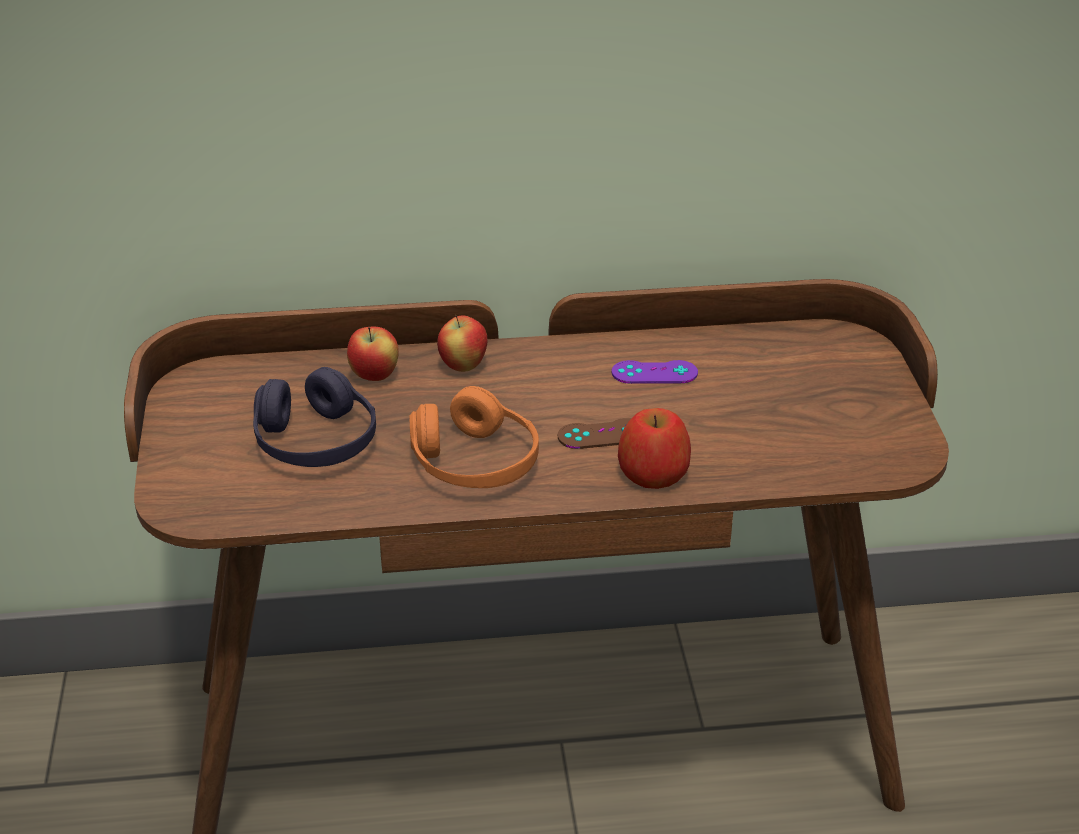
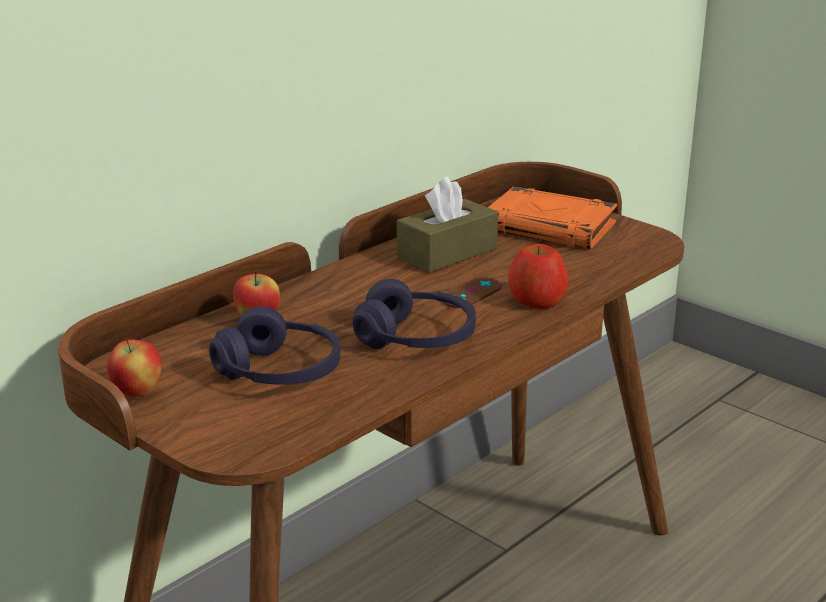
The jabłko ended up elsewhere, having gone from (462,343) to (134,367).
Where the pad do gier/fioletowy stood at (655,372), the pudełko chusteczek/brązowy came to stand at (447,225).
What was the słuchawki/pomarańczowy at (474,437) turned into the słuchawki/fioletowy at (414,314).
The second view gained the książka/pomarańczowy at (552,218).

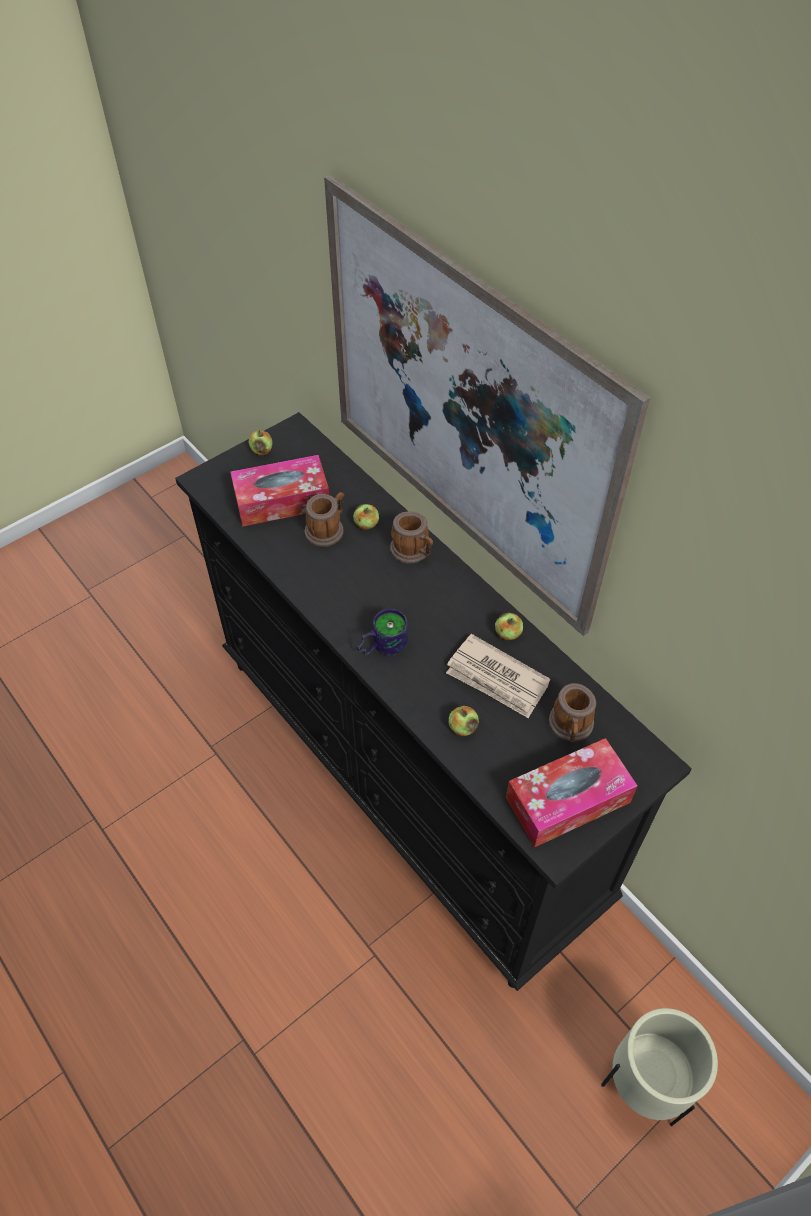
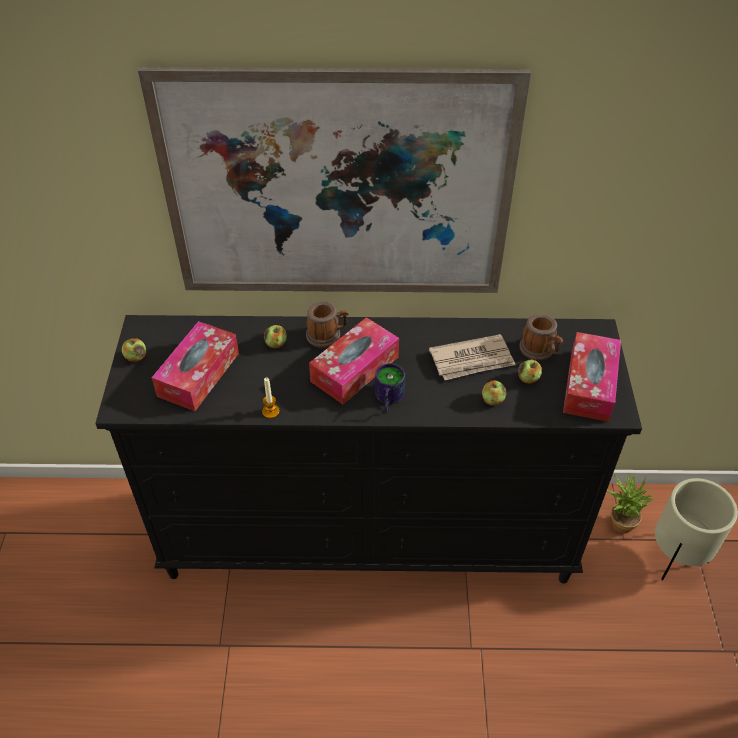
The second view lost the kubek at (324,519).
The jabłko ended up elsewhere, having gone from (509,626) to (530,372).
The second view gained the pudełko chusteczek at (354,360).
The second view gained the świeca at (271,397).
The second view gained the roślina doniczkowa at (629,504).

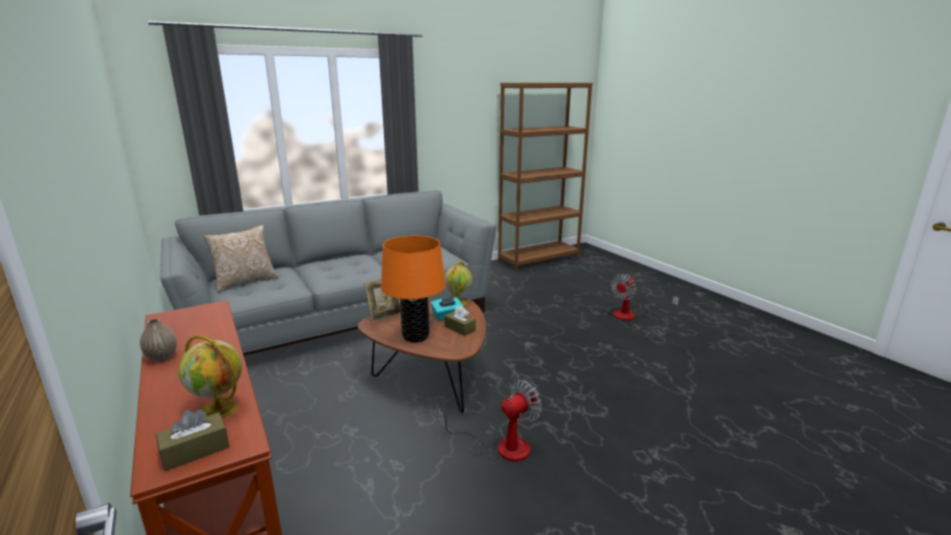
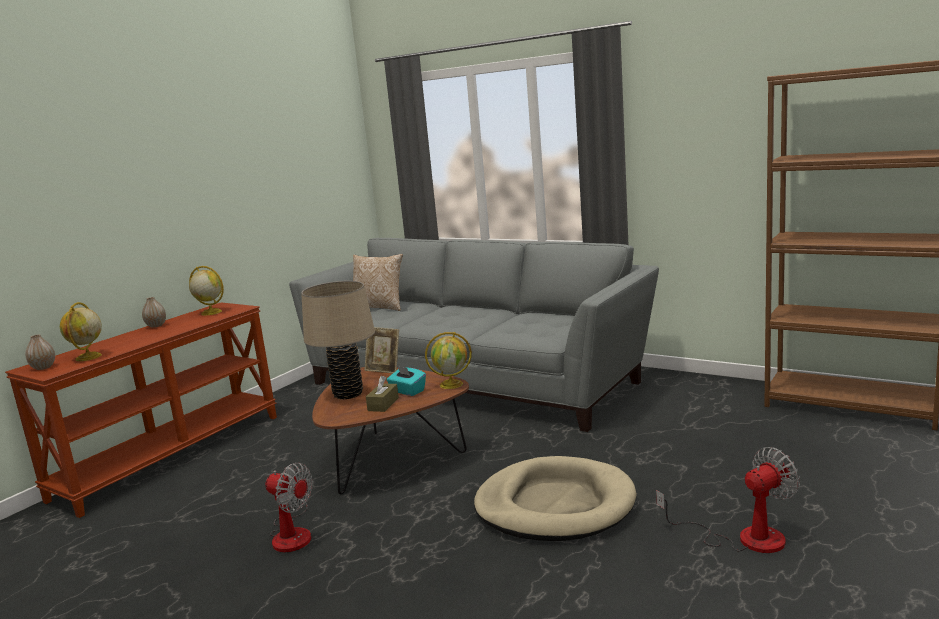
What was the lampa stołowa/pomarańczowy at (413,289) turned into the lampa stołowa/beżowy at (338,340).
The wentylator at (645,297) ended up facing another way, 135 degrees clockwise from before.
Where the pudełko chusteczek/brązowy stood at (193,440), the wazon came to stand at (40,352).
The second view gained the globus at (206,290).
The second view gained the legowisko/beżowy at (555,498).

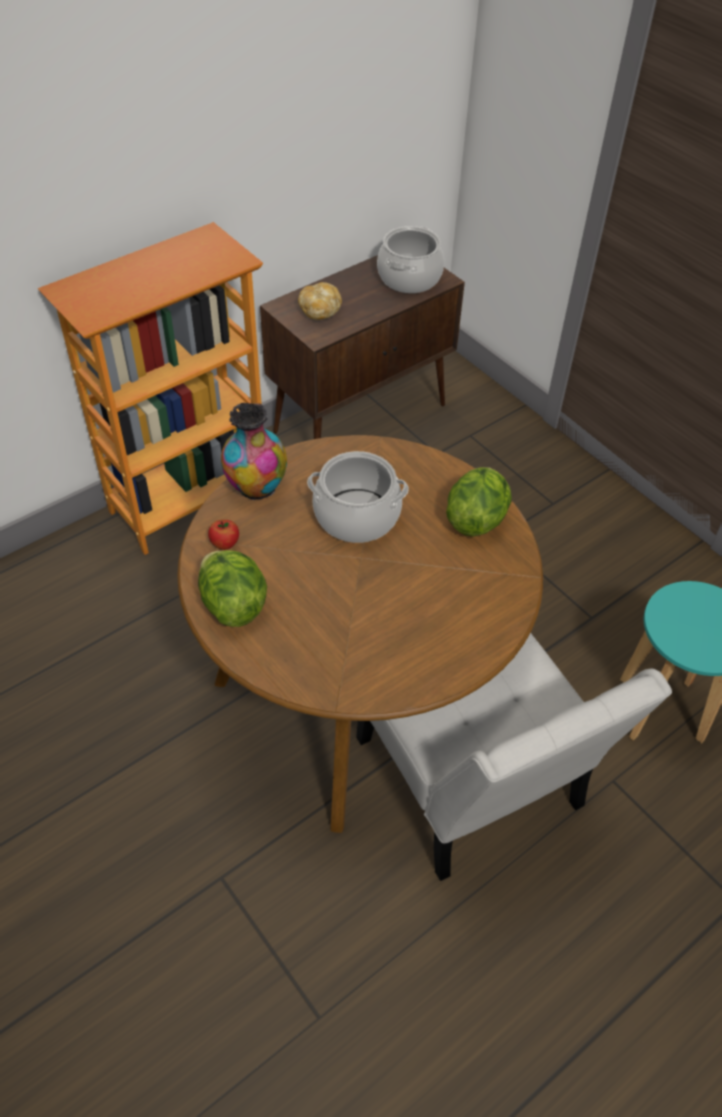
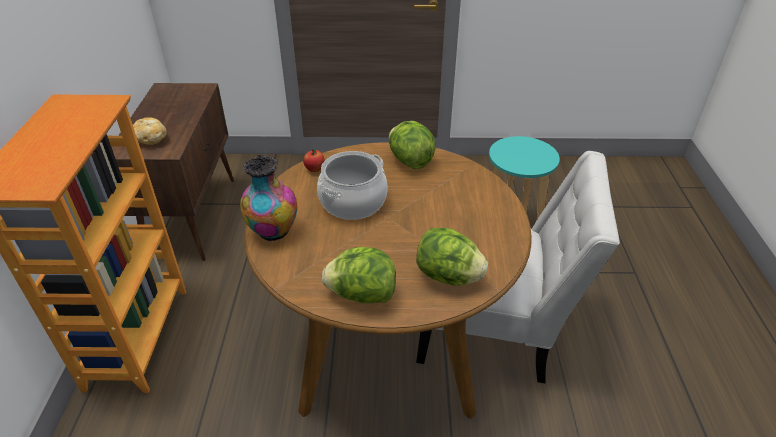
The second view lost the garnek at (410,259).
The jabłko ended up elsewhere, having gone from (223,535) to (313,160).
The second view gained the sałata at (452,257).

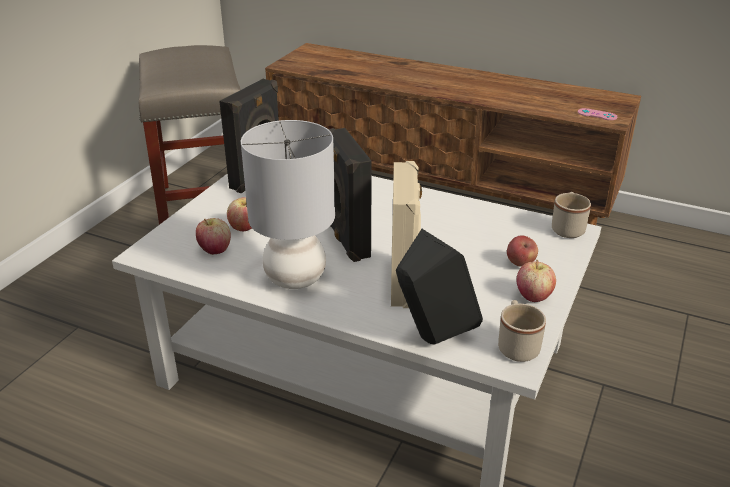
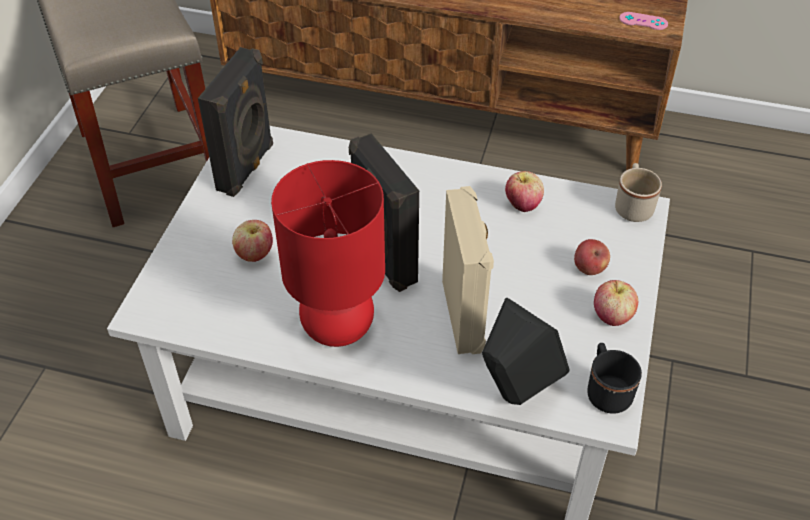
What was the lampa stołowa/szary at (288,204) turned into the lampa stołowa/czerwony at (328,253).
The jabłko ended up elsewhere, having gone from (213,236) to (524,191).
What was the kubek/beżowy at (522,331) turned into the kubek/czarny at (614,378).

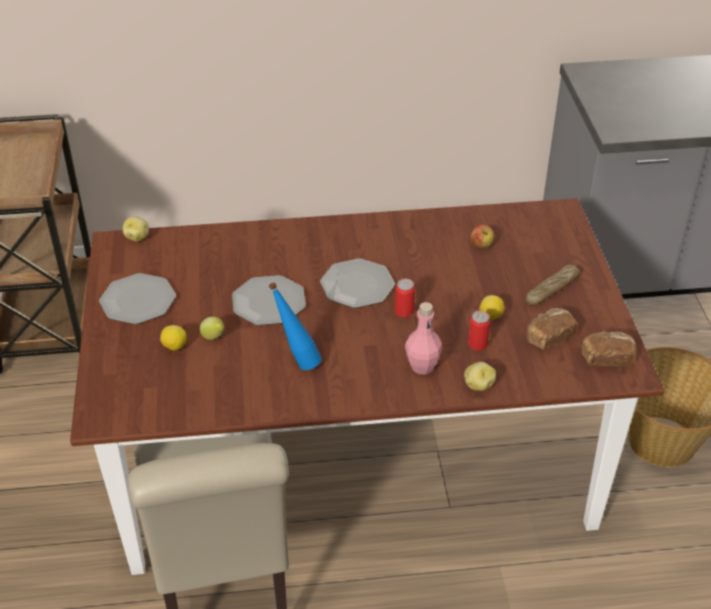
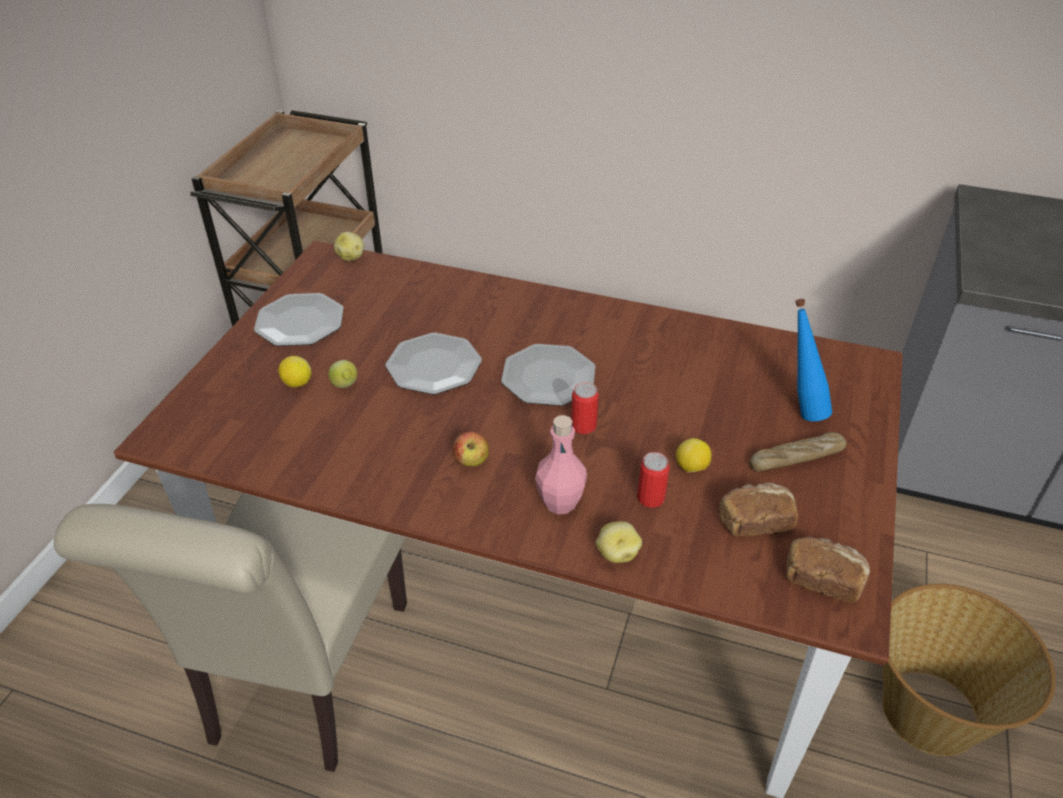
The jabłko ended up elsewhere, having gone from (482,236) to (471,449).
The butelka/niebieski ended up elsewhere, having gone from (295,326) to (813,360).

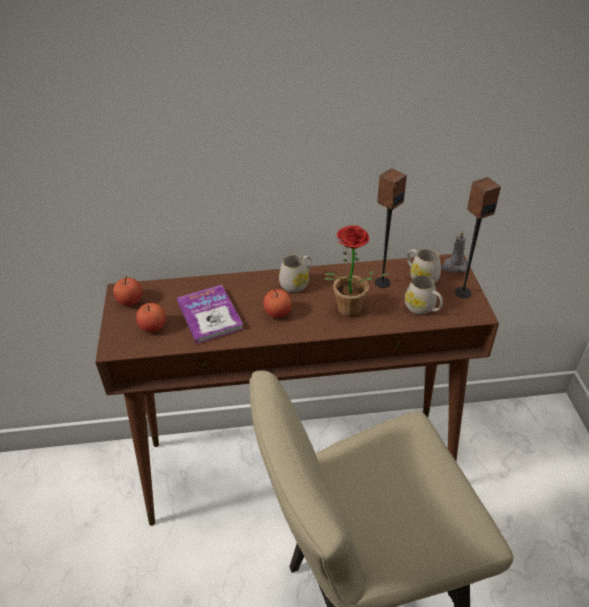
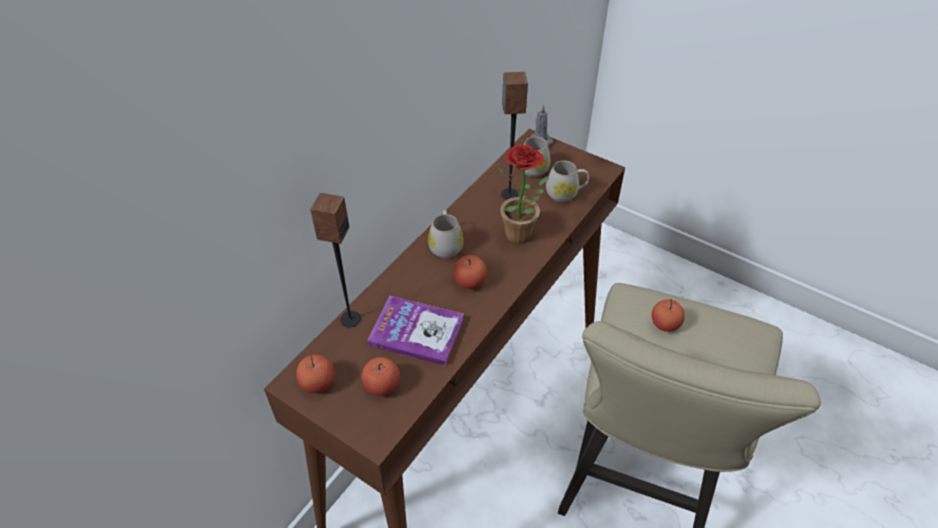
The głośnik ended up elsewhere, having gone from (478,237) to (335,260).
The second view gained the jabłko at (668,315).

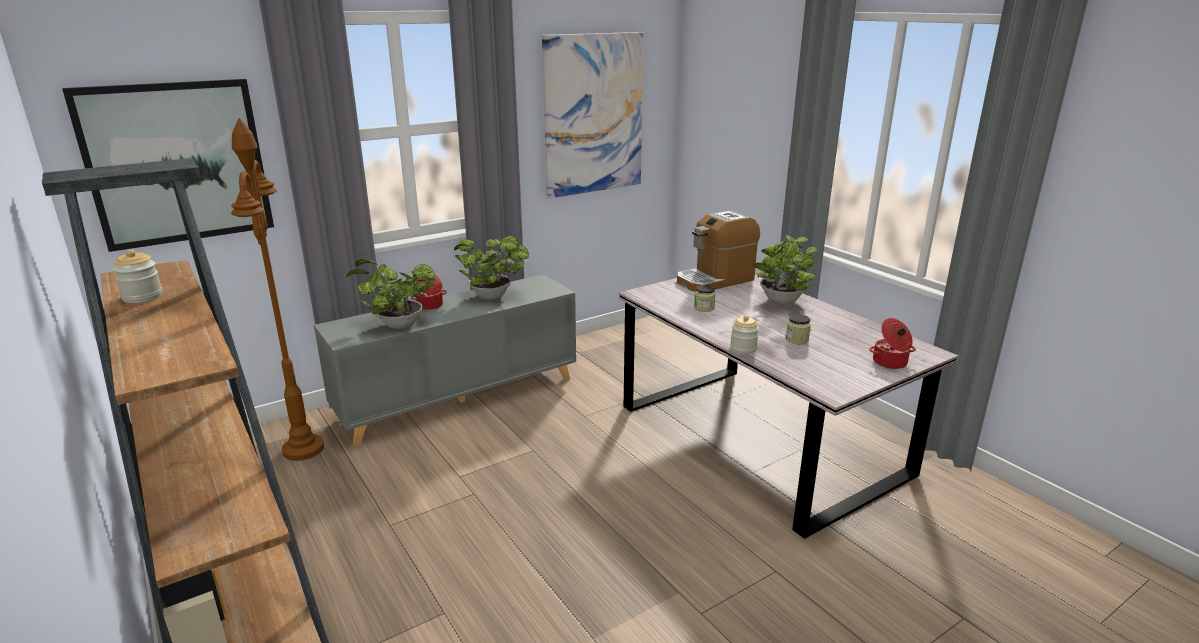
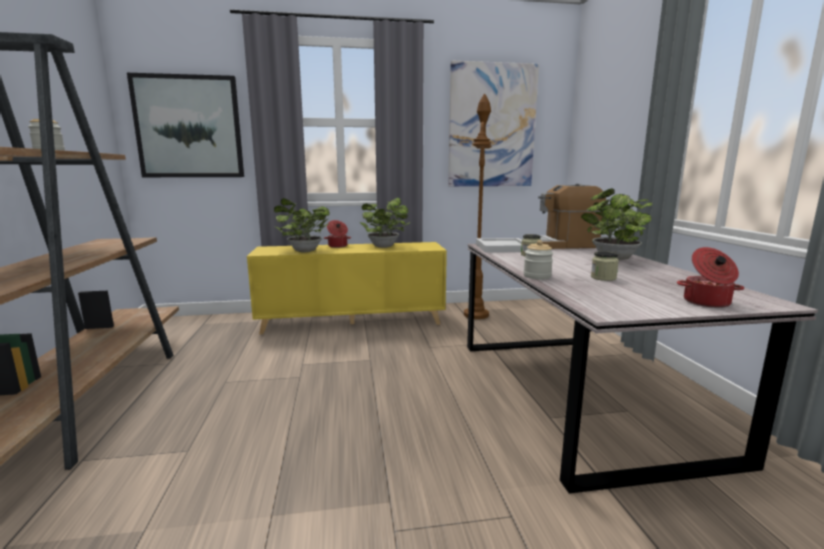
The lampa stojąca/brązowy ended up elsewhere, having gone from (277,289) to (478,206).
What was the szafka/szary at (445,360) turned into the szafka/żółty at (347,288).
The second view gained the taca/biały at (499,245).

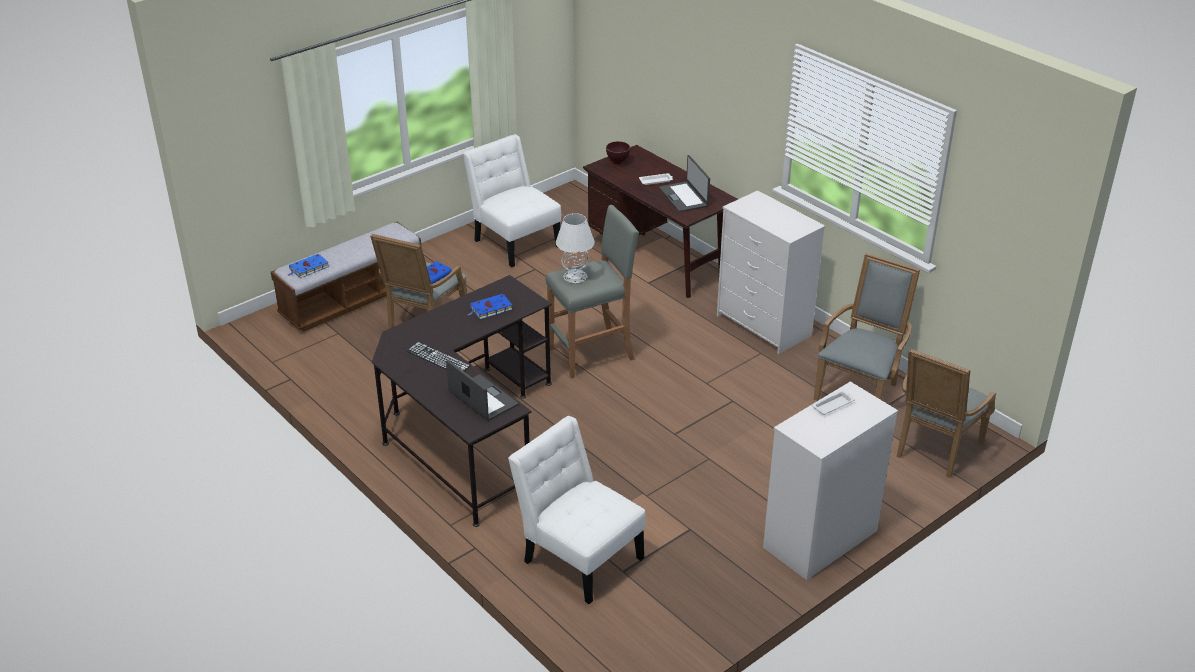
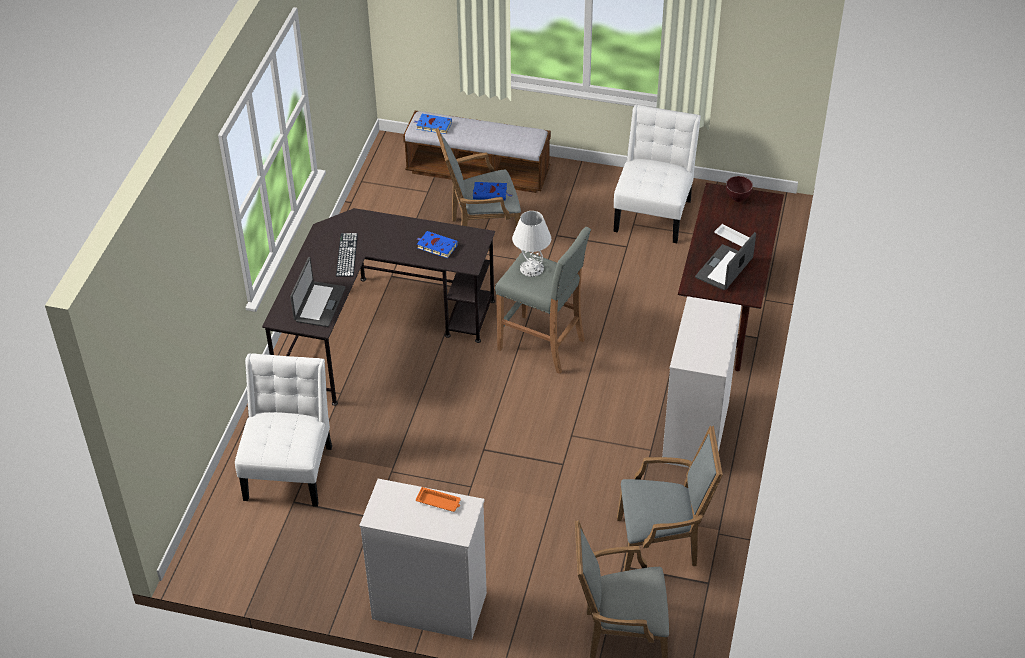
What was the taca/biały at (833,403) turned into the taca/pomarańczowy at (438,499).

